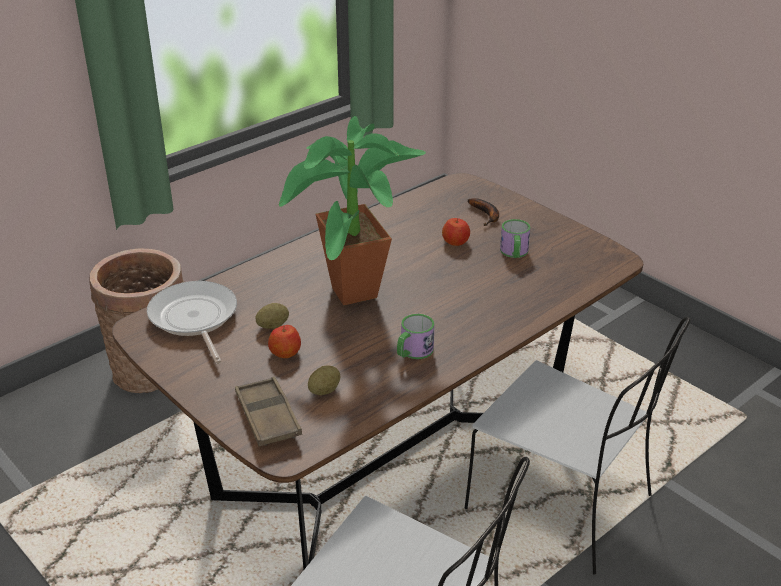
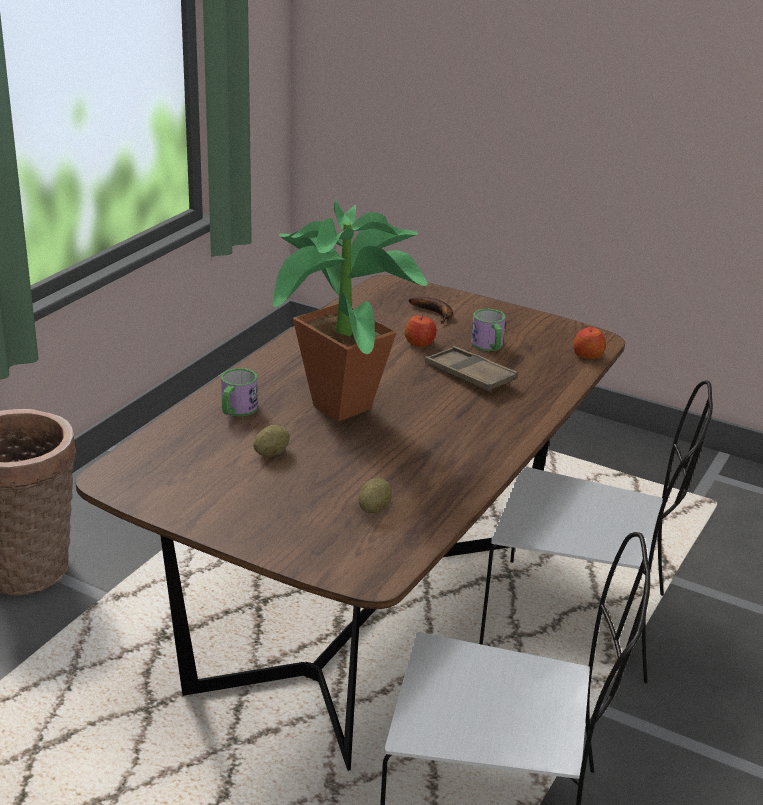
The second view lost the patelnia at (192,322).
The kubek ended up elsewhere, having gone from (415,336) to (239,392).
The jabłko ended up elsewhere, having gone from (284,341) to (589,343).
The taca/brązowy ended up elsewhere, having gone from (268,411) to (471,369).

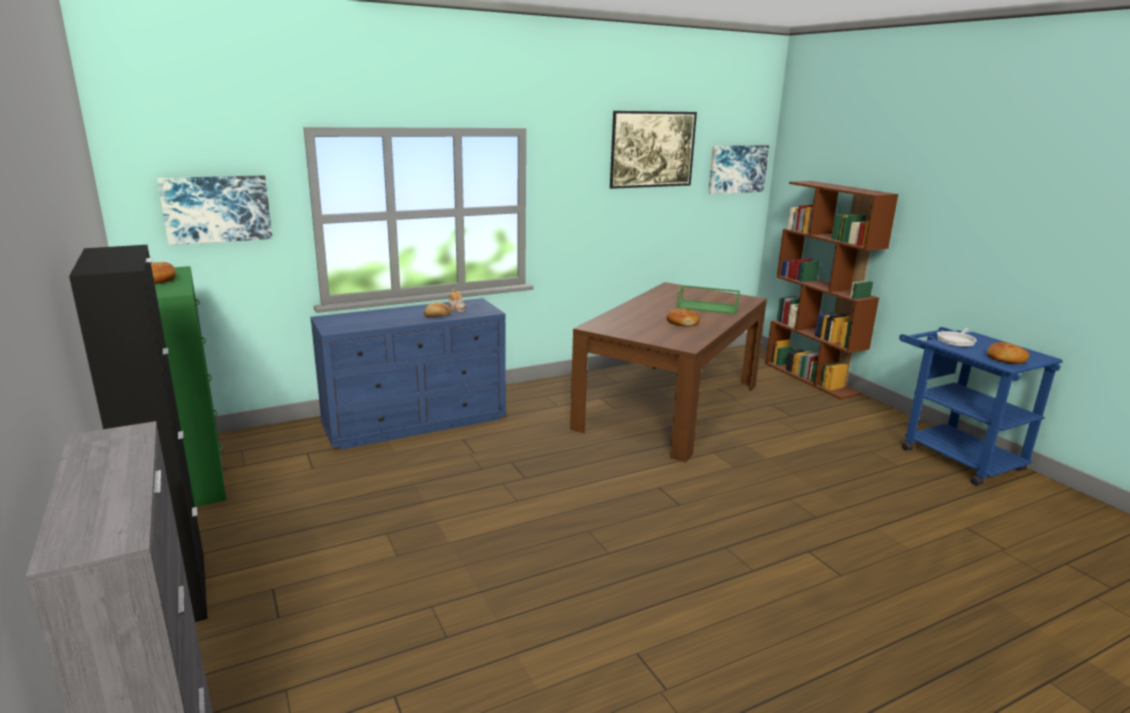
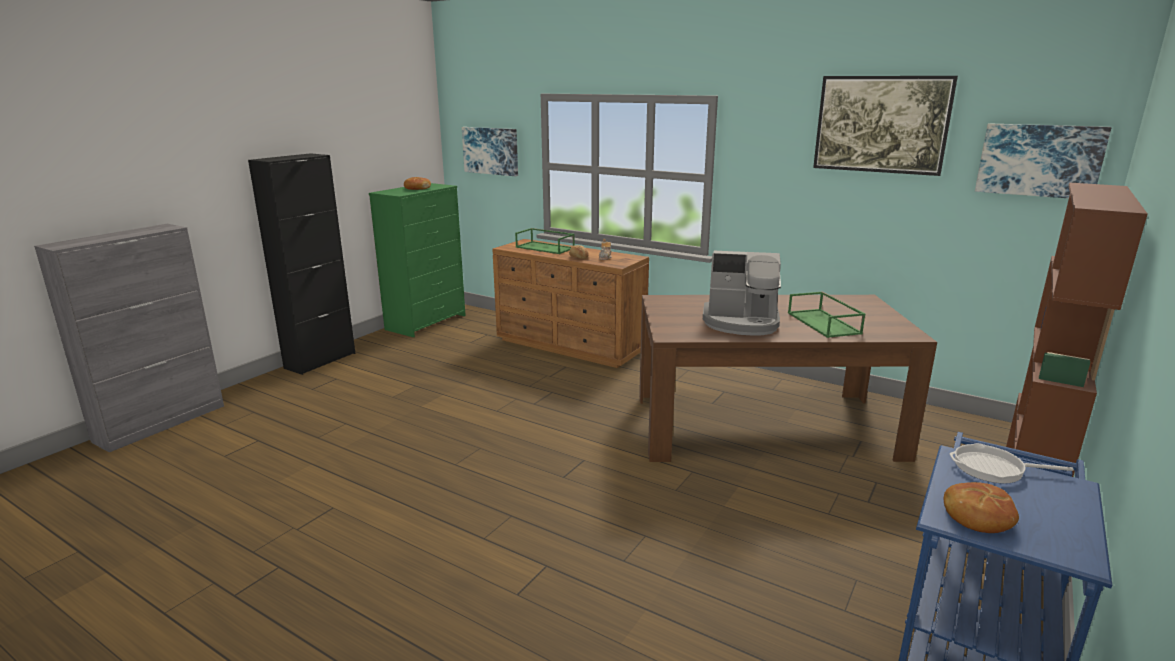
What was the komoda/niebieski at (408,374) turned into the komoda/brązowy at (570,303).
Where the chleb stood at (683,317), the ekspres do kawy came to stand at (742,293).
The second view gained the taca/zielony at (545,241).

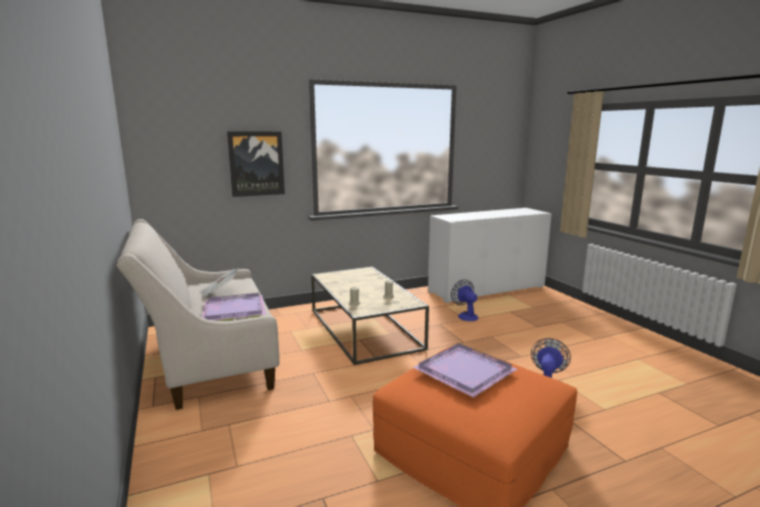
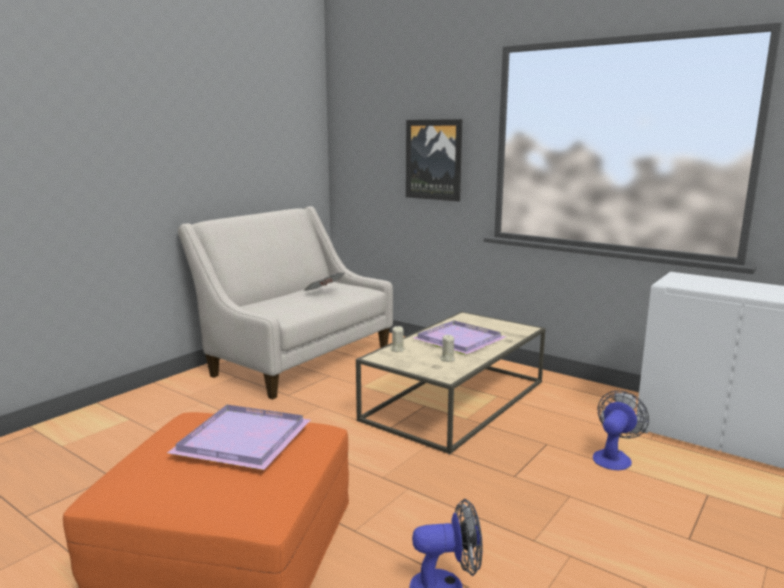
The taca/fioletowy ended up elsewhere, having gone from (234,307) to (459,337).

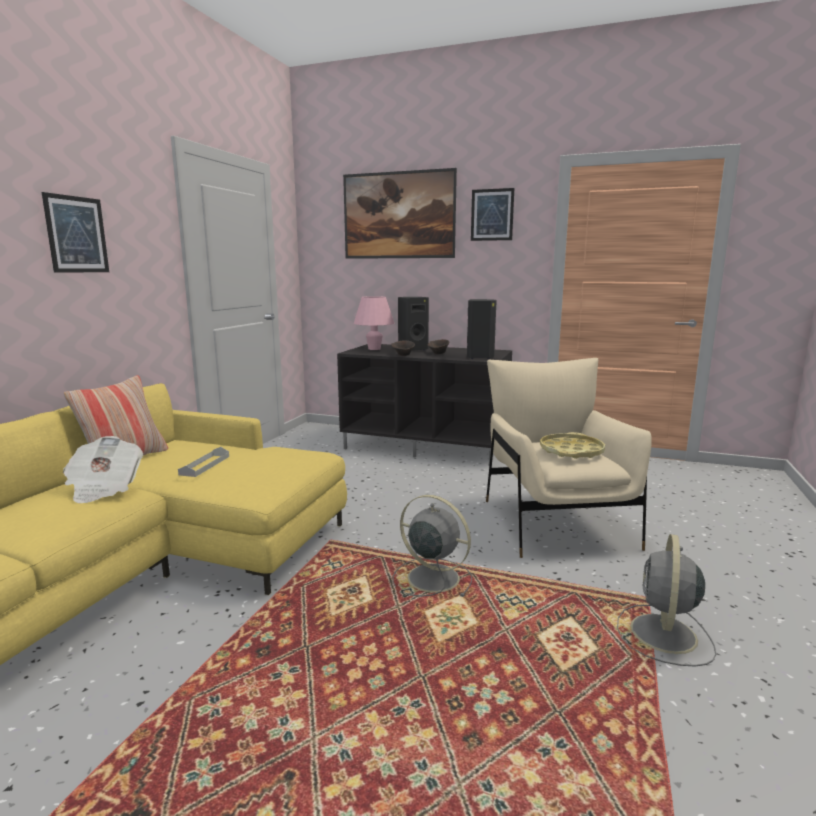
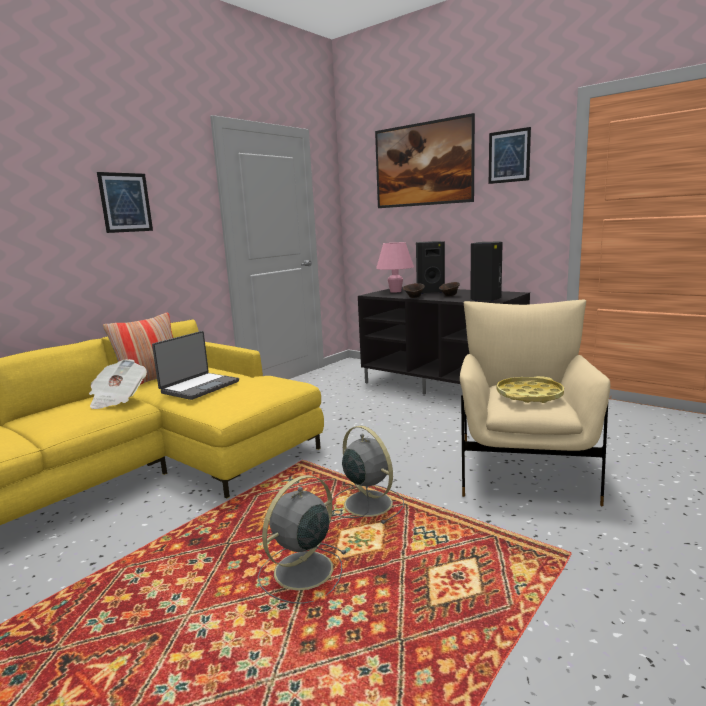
Where the taca/szary stood at (203,462), the laptop came to stand at (195,365).
The wentylator/szary ended up elsewhere, having gone from (666,600) to (302,539).

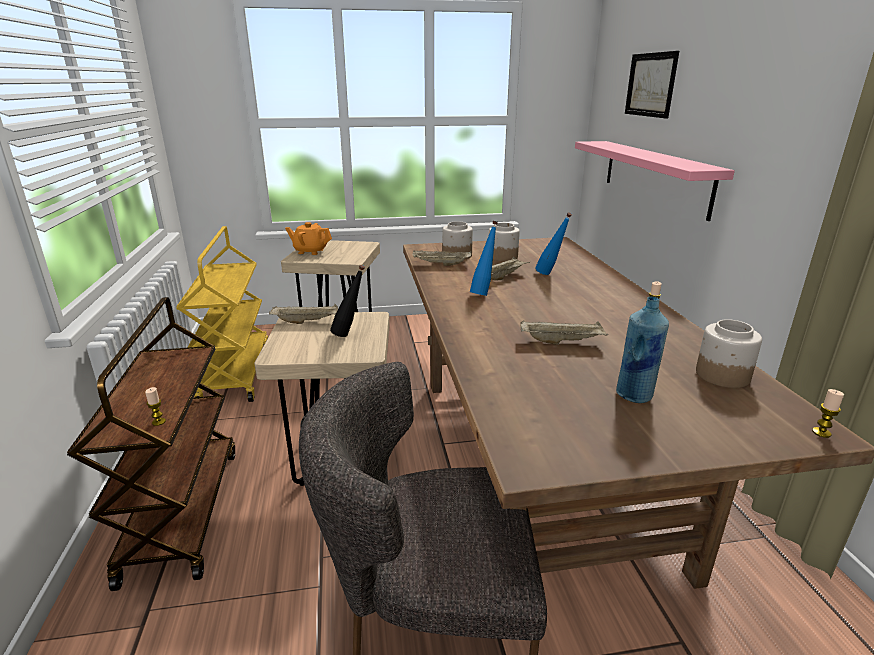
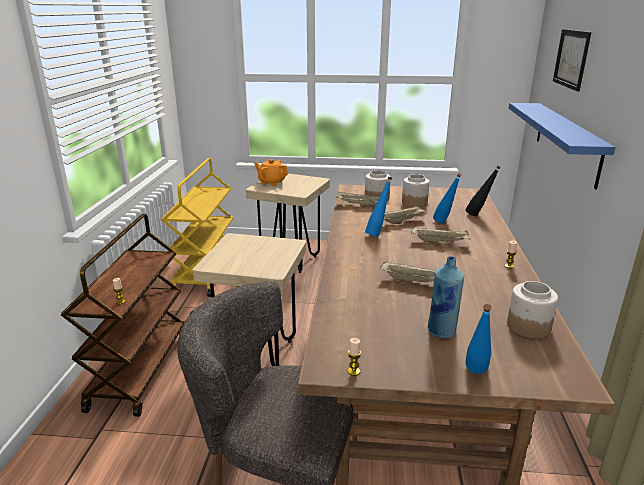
What was the półka/różowy at (655,181) turned into the półka/niebieski at (562,146).
The butelka/czarny ended up elsewhere, having gone from (347,301) to (483,190).
The taca/beżowy ended up elsewhere, having gone from (303,314) to (441,235).
The świeca ended up elsewhere, having gone from (828,413) to (354,357).
The second view gained the butelka/niebieski at (478,339).

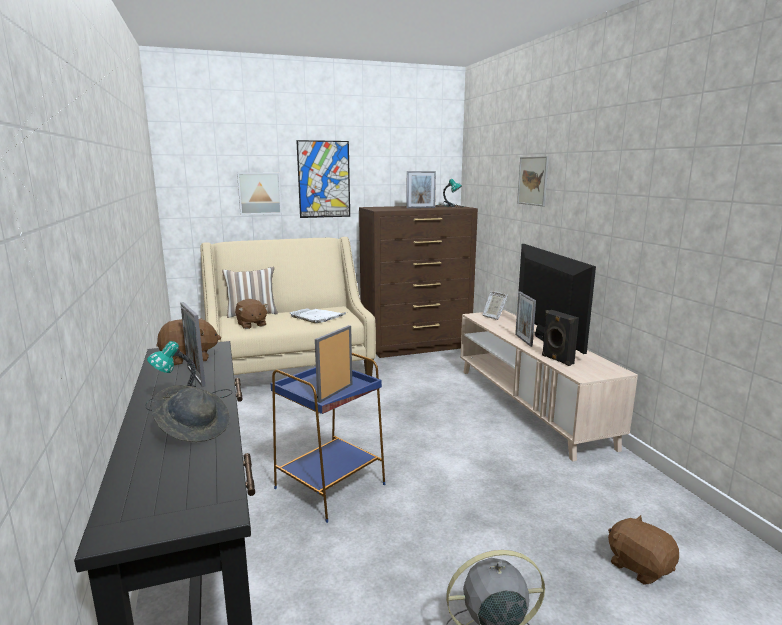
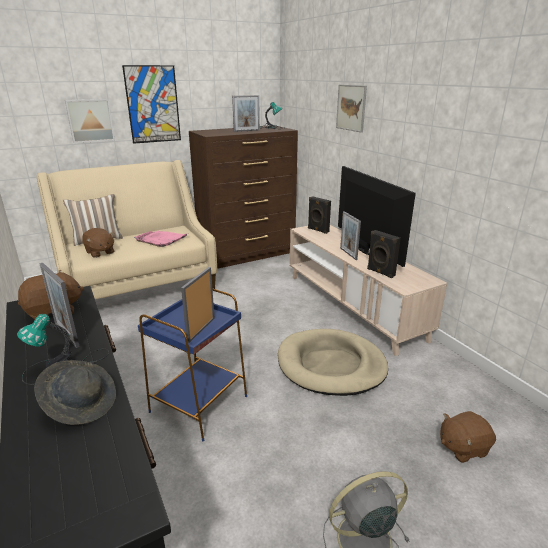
Where the ramka na zdjęcie stood at (495,305), the głośnik/czarny came to stand at (319,215).
What was the taca/biały at (318,315) turned into the taca/różowy at (161,239).
The pluszak/brązowy at (643,550) ended up facing another way, 60 degrees counterclockwise from before.
The second view gained the legowisko/beżowy at (333,362).

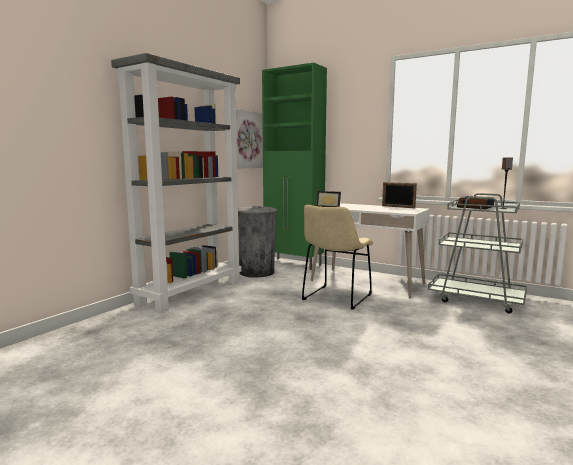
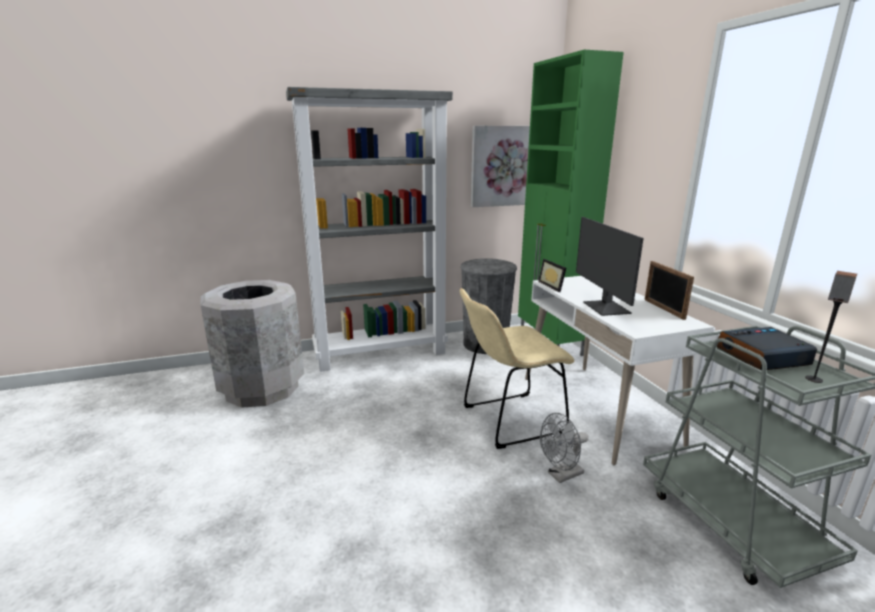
The second view gained the monitor at (610,266).
The second view gained the kosz na śmieci/szary at (252,343).
The second view gained the wentylator/szary at (564,448).

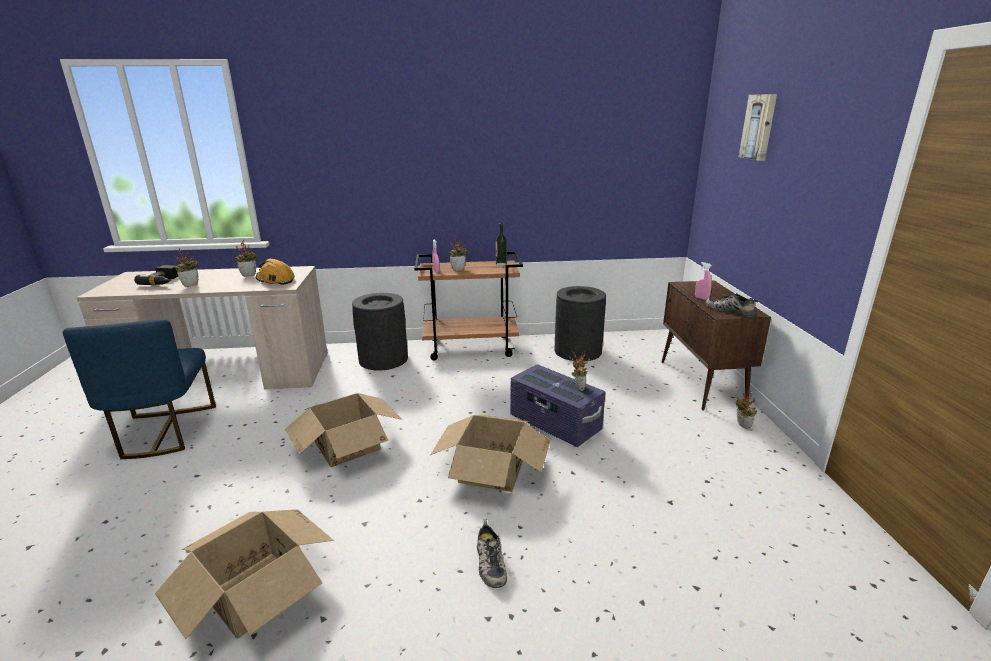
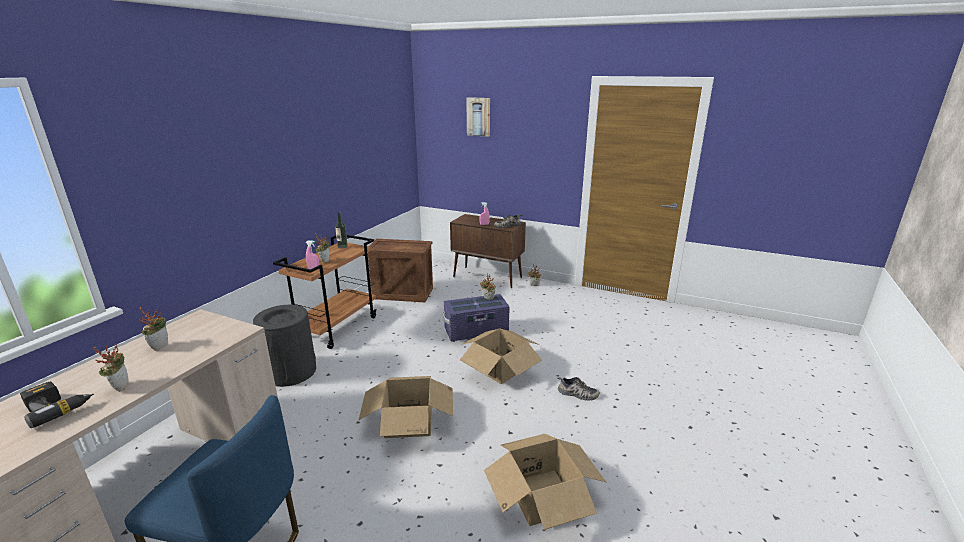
The second view lost the kask/pomarańczowy at (275,272).
Where the kosz na śmieci/czarny stood at (580,323), the skrzynka came to stand at (400,271).

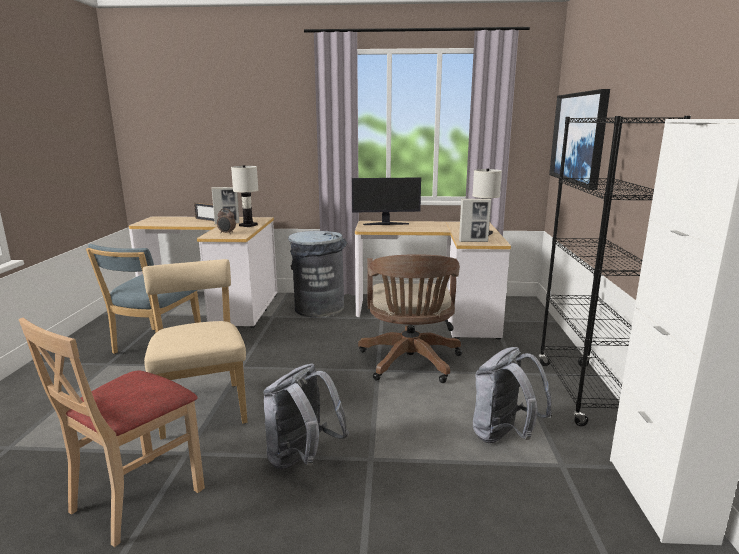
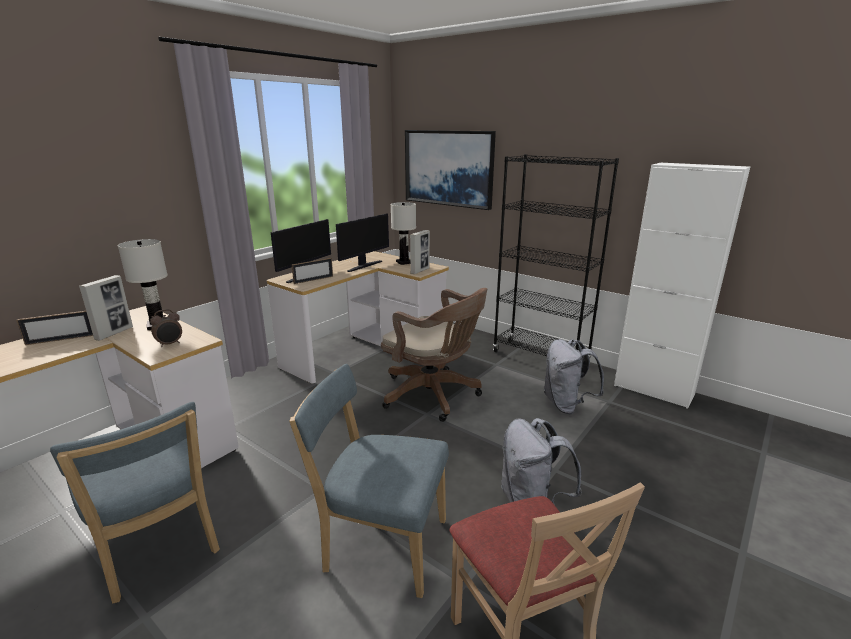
The second view lost the kosz na śmieci/szary at (317,274).
What was the krzesło/beżowy at (195,349) turned into the krzesło/niebieski at (369,481).
The second view gained the monitor at (362,242).
The second view gained the ramka na zdjęcie at (312,271).

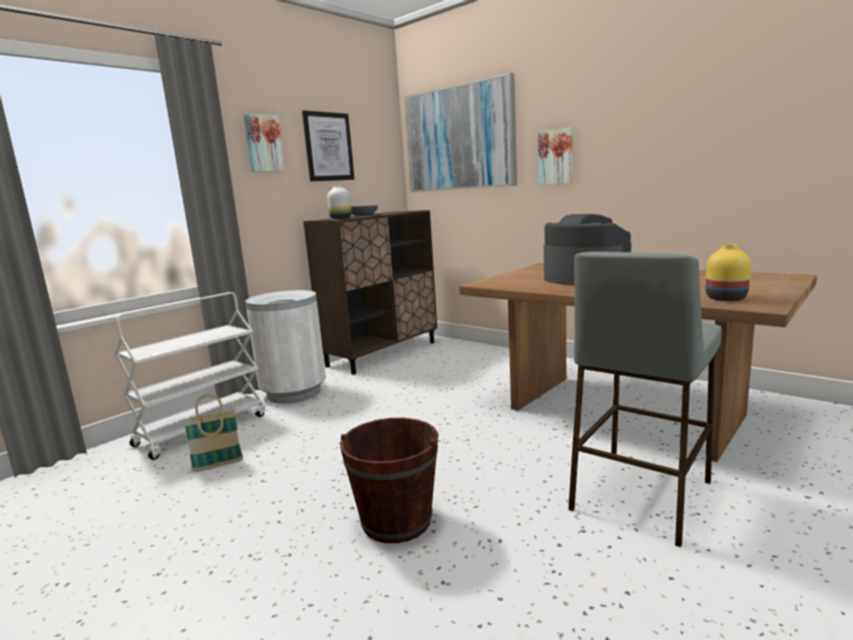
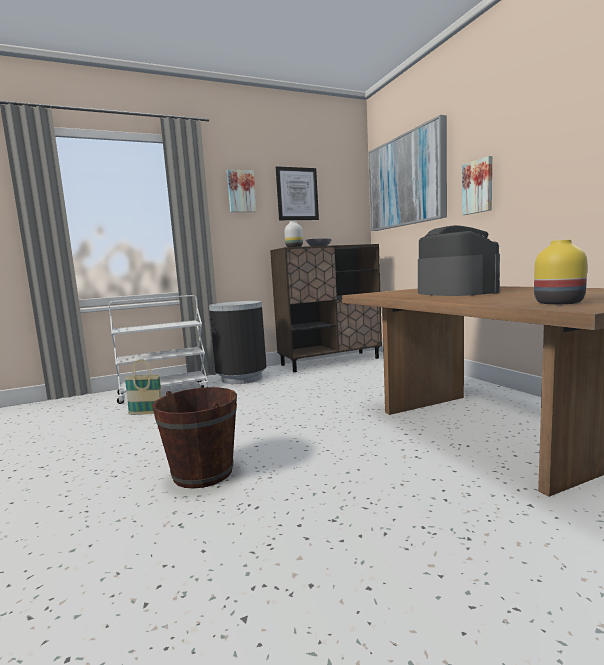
The second view lost the stołek/szary at (645,399).
What was the kosz na śmieci/biały at (285,346) turned into the kosz na śmieci/czarny at (238,342).

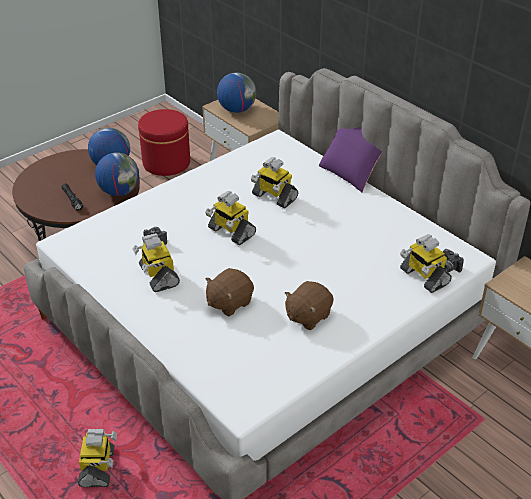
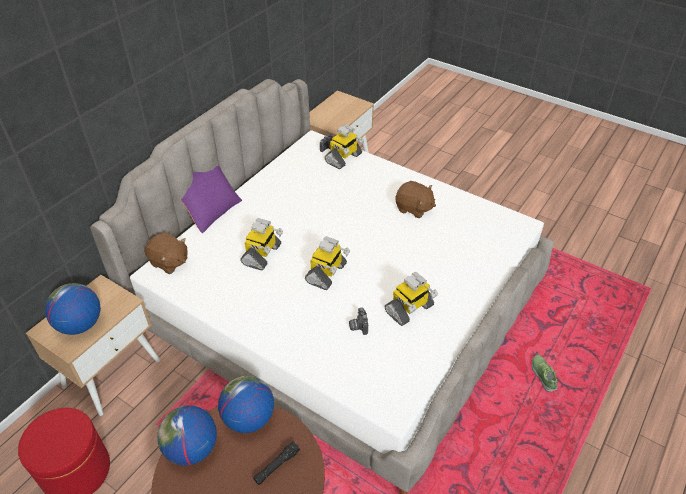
The pluszak/brązowy ended up elsewhere, having gone from (229,292) to (166,253).
Where the robot zabawkowy stood at (97,458), the but came to stand at (545,373).

